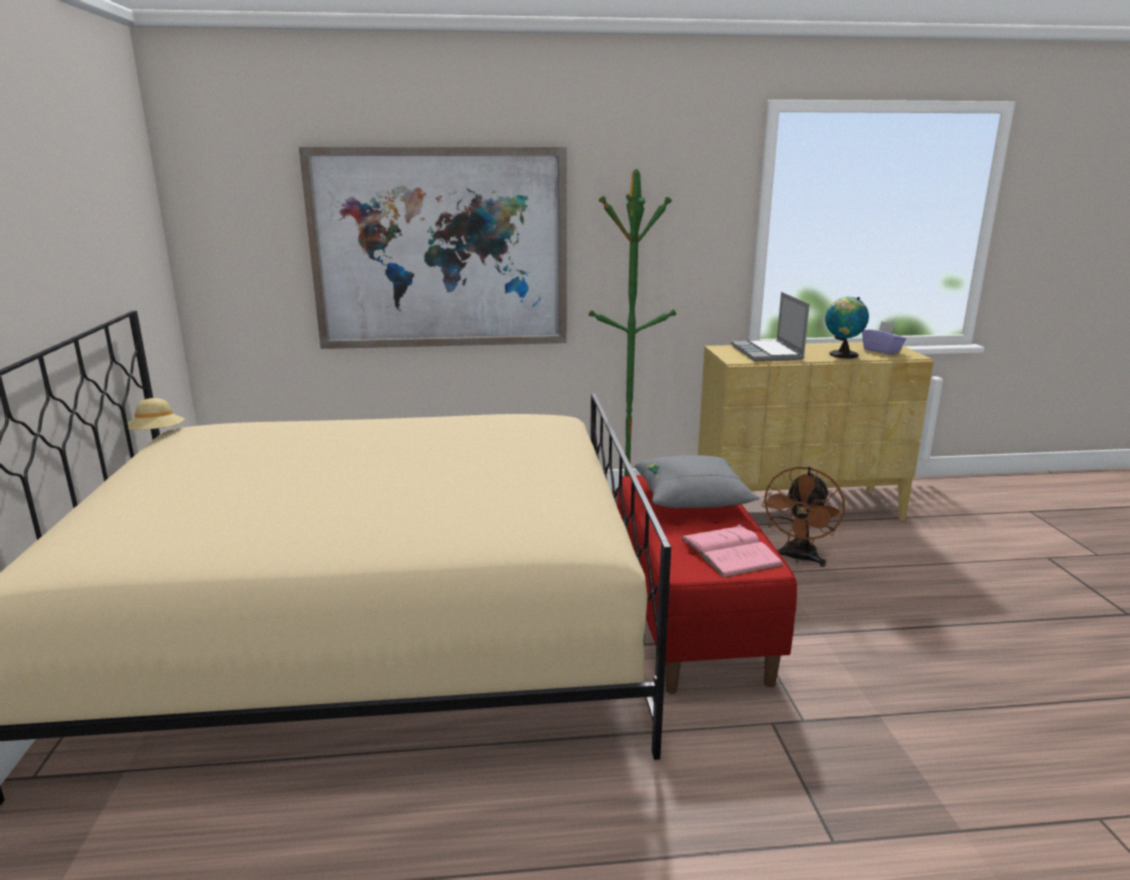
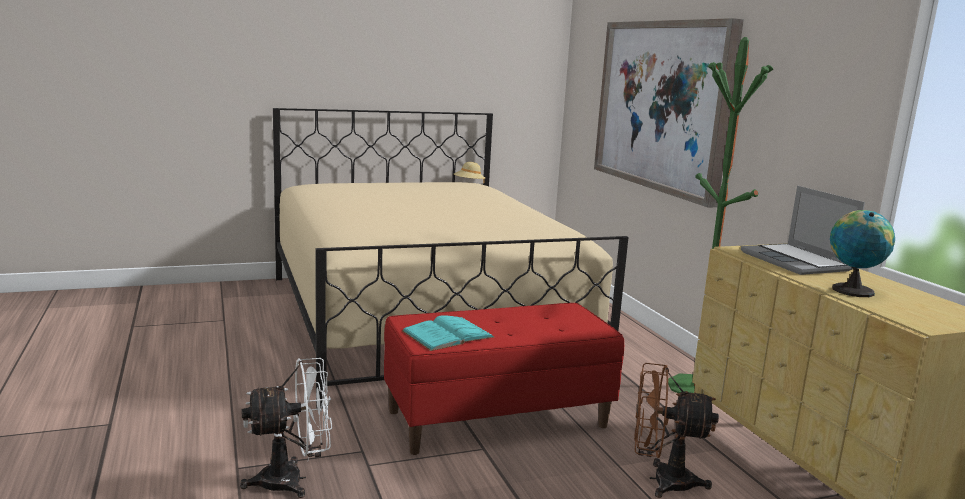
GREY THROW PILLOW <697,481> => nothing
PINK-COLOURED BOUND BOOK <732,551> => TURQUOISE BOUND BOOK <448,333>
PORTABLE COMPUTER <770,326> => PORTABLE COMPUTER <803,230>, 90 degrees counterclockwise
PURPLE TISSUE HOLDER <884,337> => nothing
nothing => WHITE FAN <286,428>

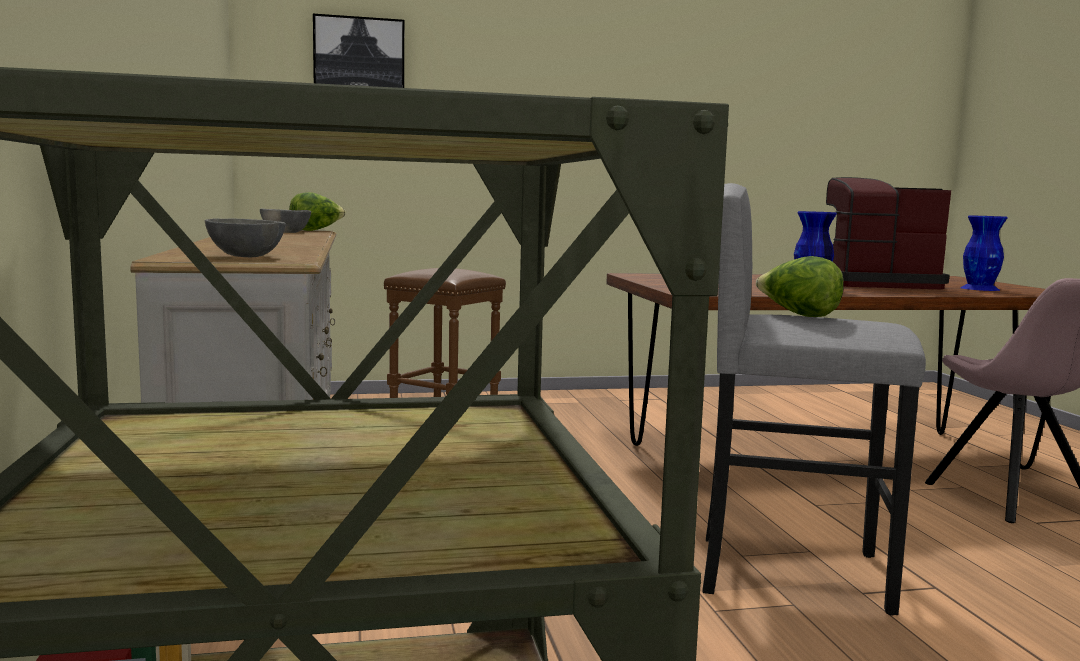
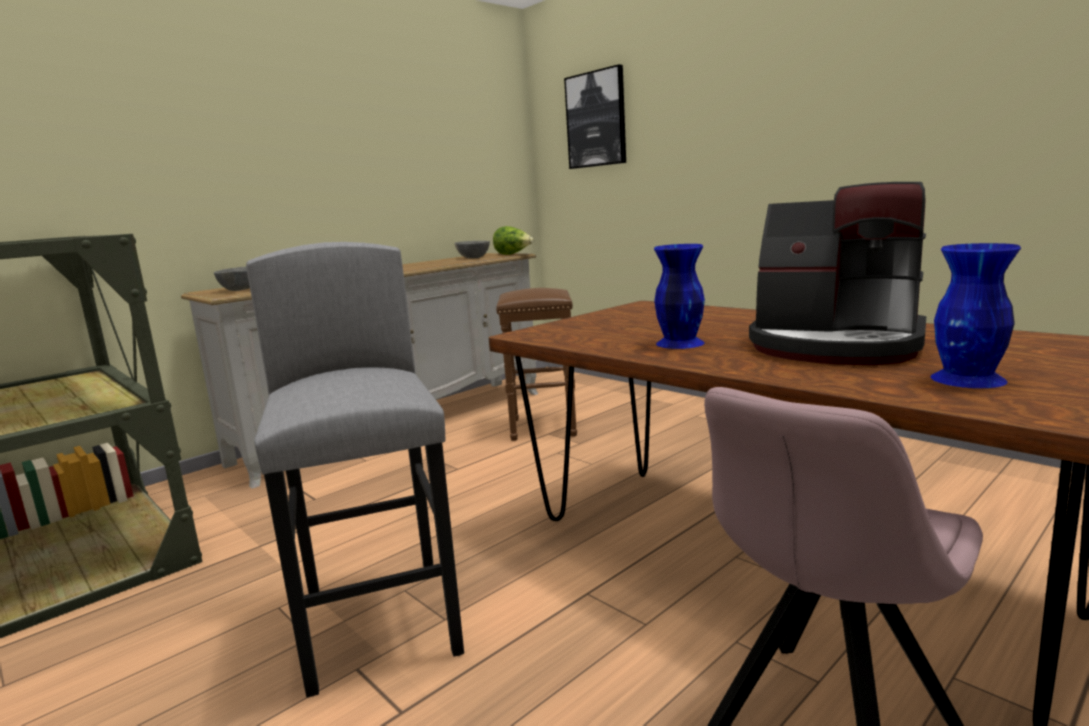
LETTUCE HEAD <800,286> => nothing
COFFEE MACHINE <888,233> => COFFEE MACHINE <837,273>, 150 degrees clockwise

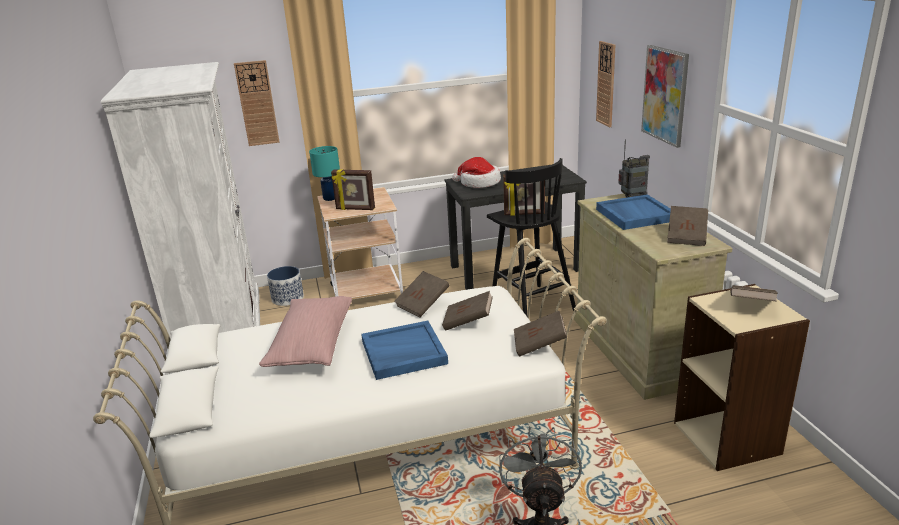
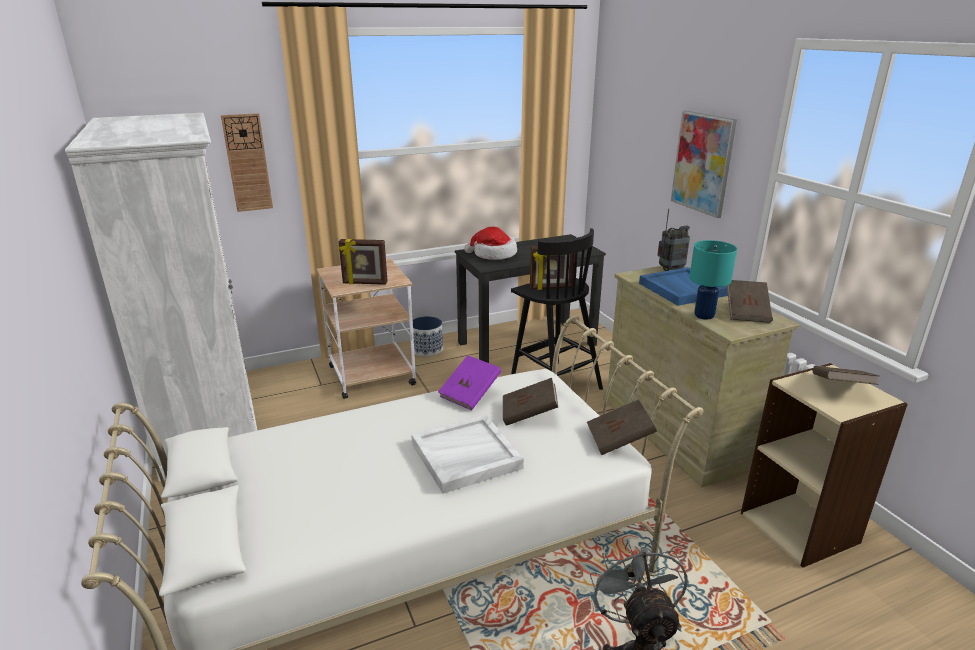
PINK-COLOURED THROW PILLOW <305,331> => nothing
PLANTER <285,286> => PLANTER <426,336>, shifted
TURQUOISE LAMP FOR A TABLE <324,173> => TURQUOISE LAMP FOR A TABLE <713,280>, shifted
BLUISH TRAY <404,350> => WHITE TRAY <467,454>
BROWN-COLOURED BOUND BOOK <421,294> => PURPLE BOUND BOOK <469,383>
WALL CLOCK <606,84> => nothing

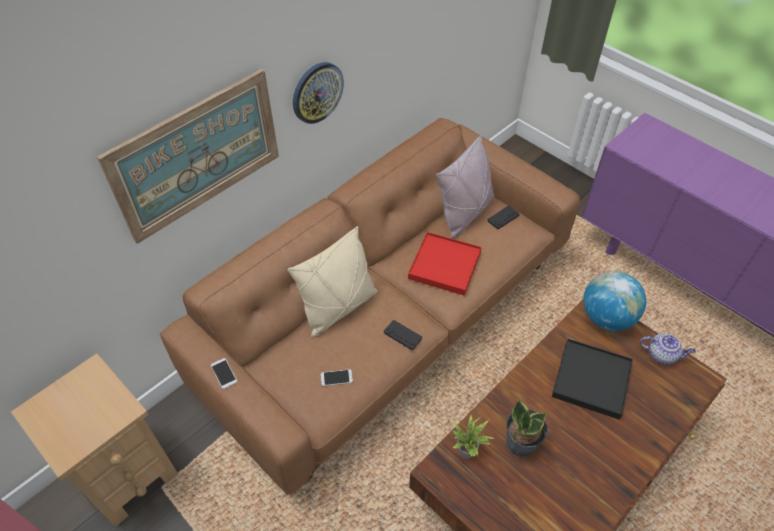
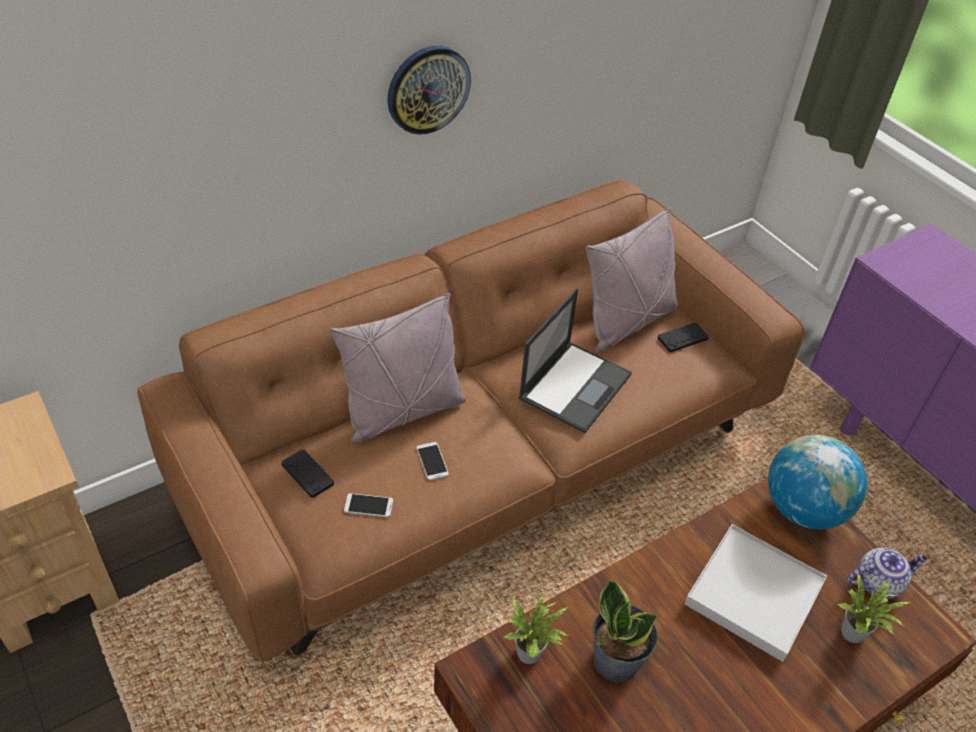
WALL PICTURE <188,156> => nothing
HANDSET <224,373> => HANDSET <432,461>, shifted
SAND-COLOURED THROW PILLOW <333,282> => PURPLE THROW PILLOW <398,368>
BLACK-COLOURED JOYPAD <403,335> => BLACK-COLOURED JOYPAD <307,473>, shifted
REDDISH TRAY <445,264> => PORTABLE COMPUTER <575,361>
BLACK-COLOURED TRAY <592,379> => WHITE TRAY <755,593>
TEAPOT <668,349> => TEAPOT <887,573>, 45 degrees counterclockwise
nothing => HOUSEPLANT <874,607>

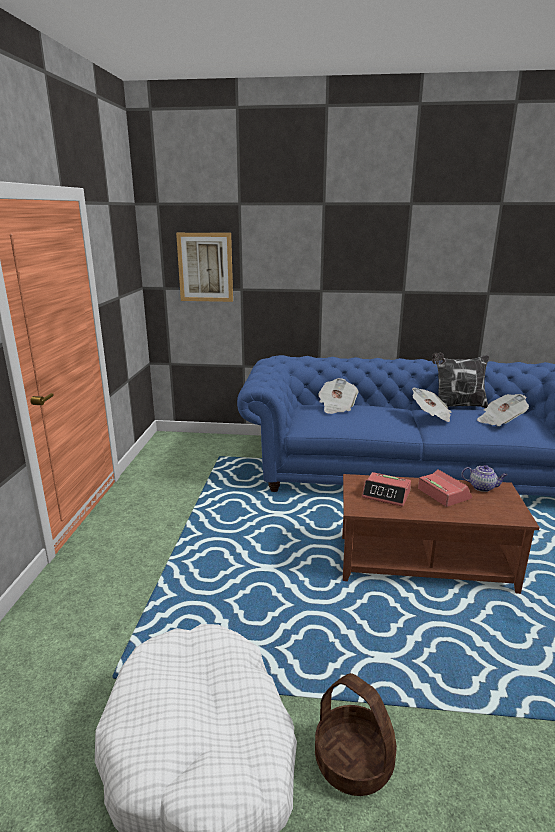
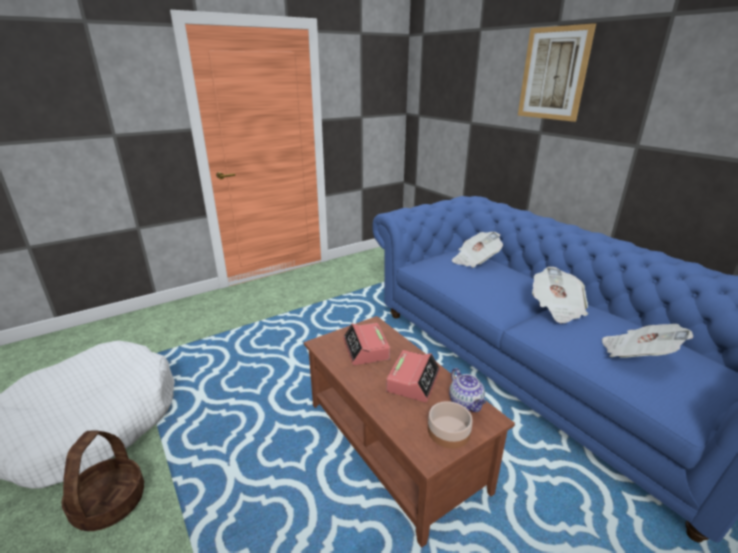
WALL PICTURE <204,267> => WALL PICTURE <557,72>, shifted
THROW PILLOW <460,380> => nothing
nothing => DEEP DISH <450,424>

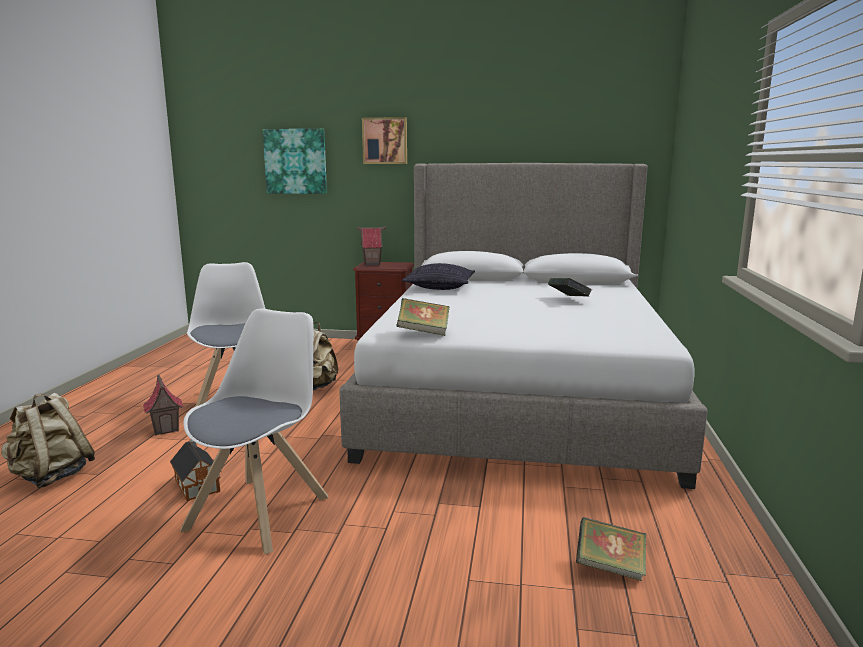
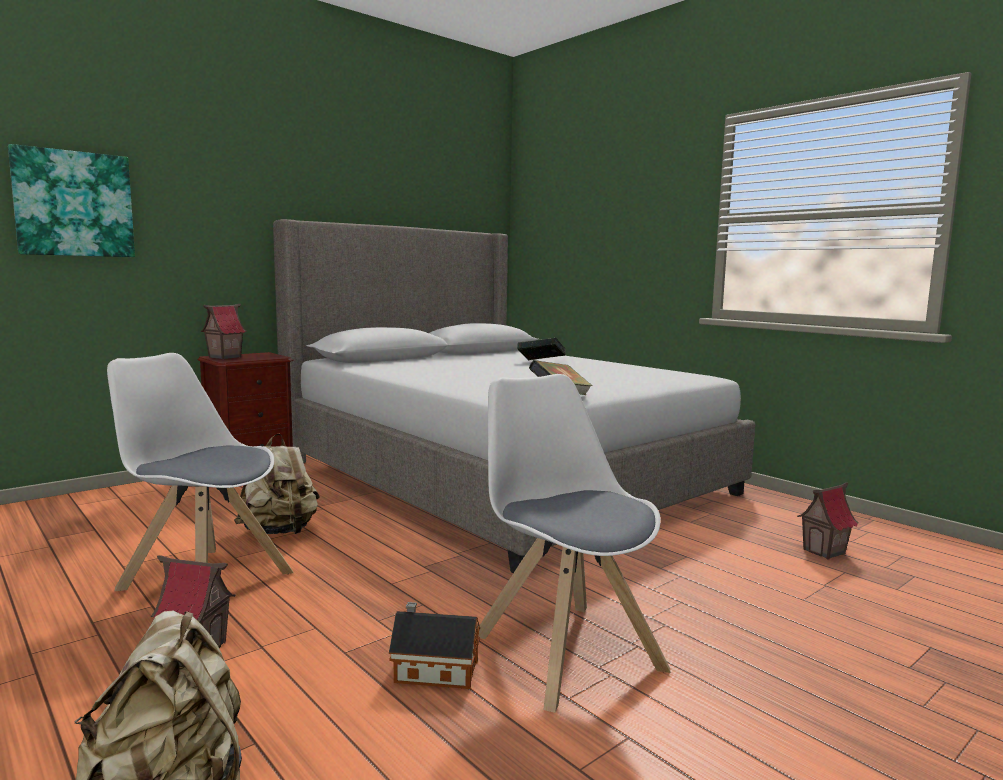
WALL PICTURE <384,140> => nothing
THROW PILLOW <438,276> => nothing
BOUND BOOK <611,549> => TOY HOUSE <827,520>

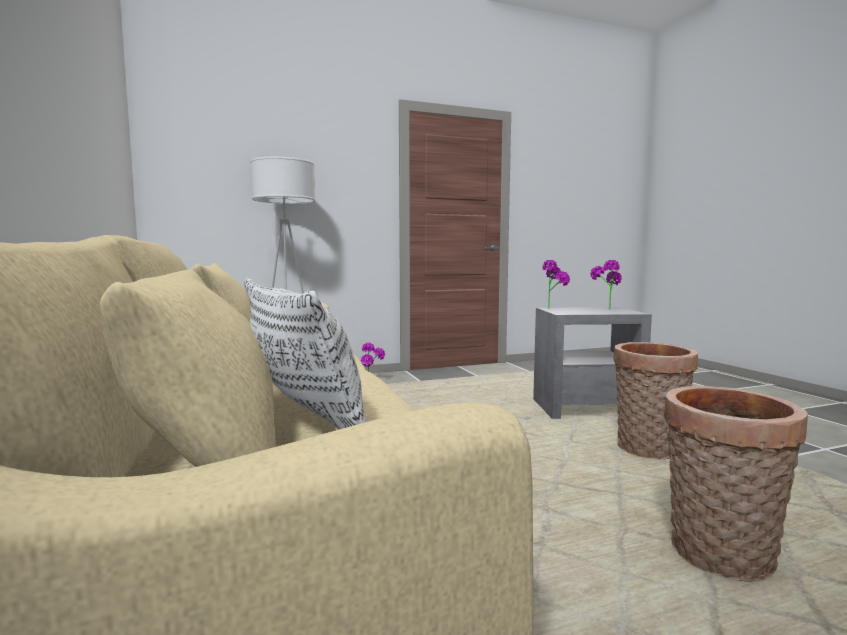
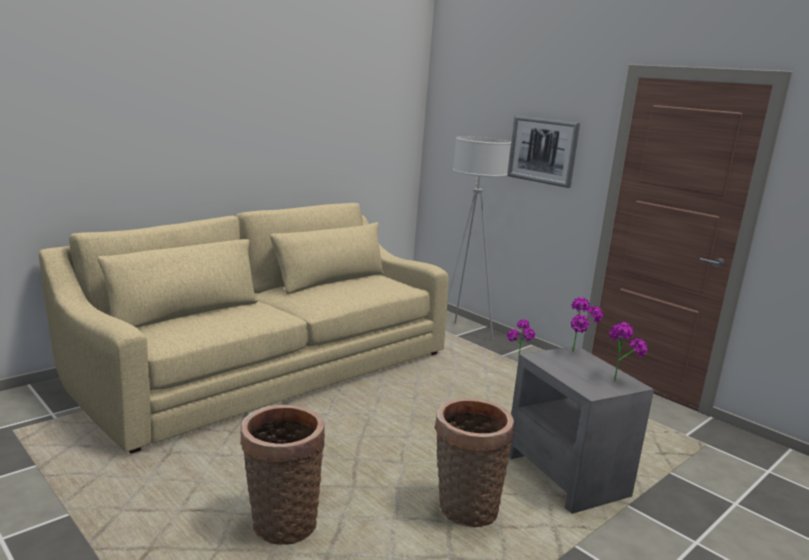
WHITE THROW PILLOW <305,353> => nothing
nothing => WALL PICTURE <543,152>

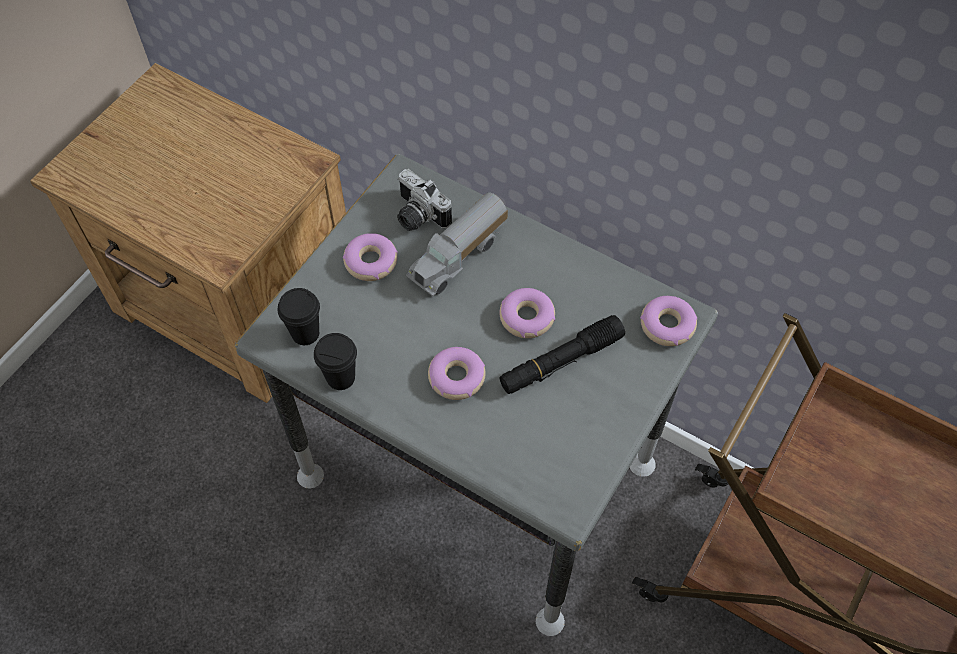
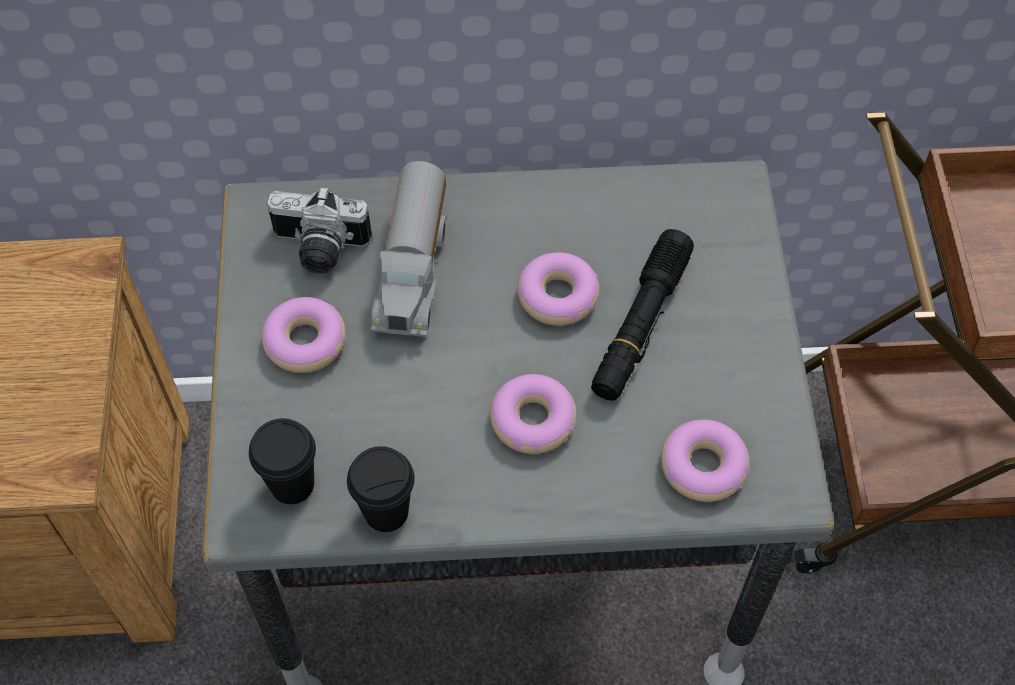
RING DOUGHNUT <668,321> => RING DOUGHNUT <705,460>, shifted

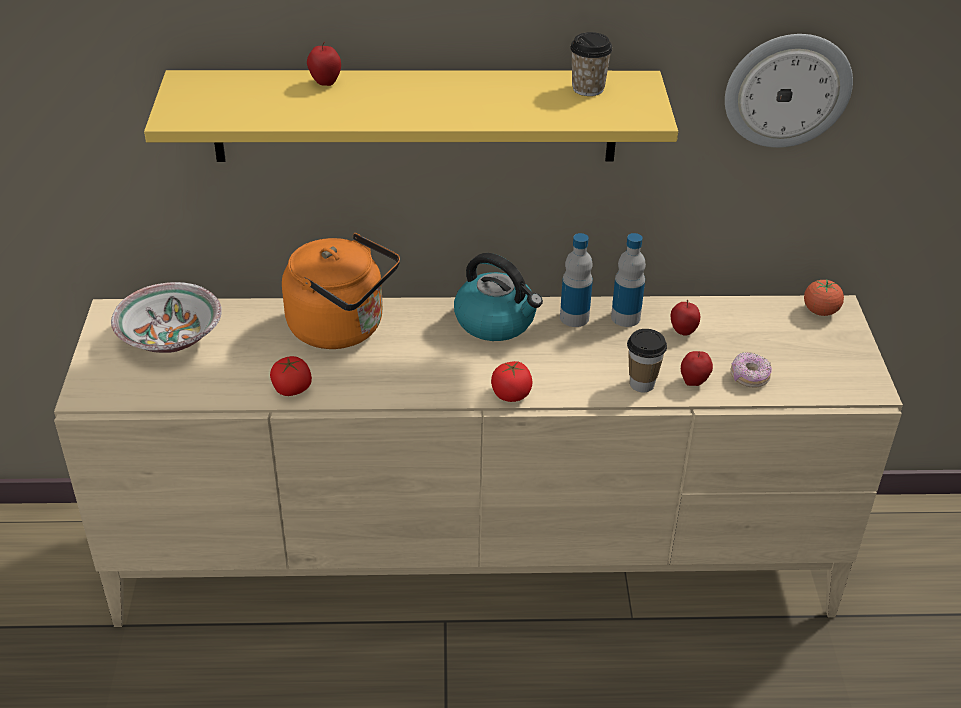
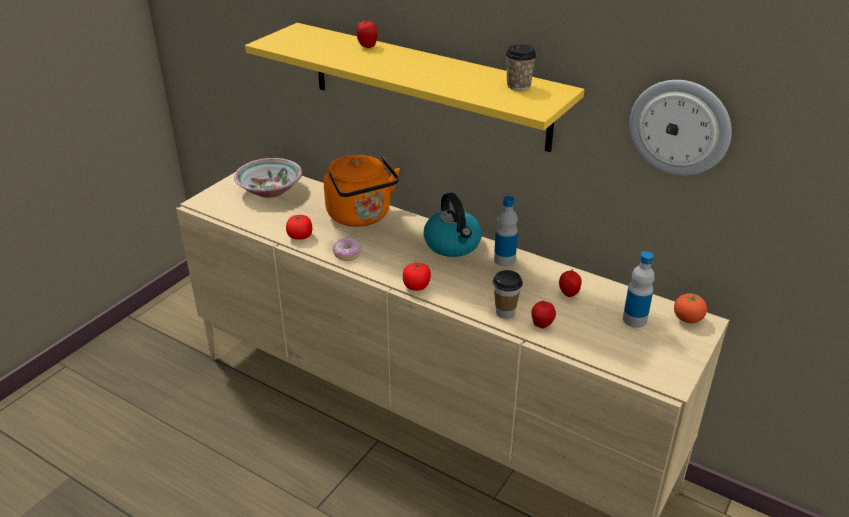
BEVERAGE BOTTLE <628,280> => BEVERAGE BOTTLE <639,290>, shifted
RING DOUGHNUT <751,370> => RING DOUGHNUT <347,249>, shifted

